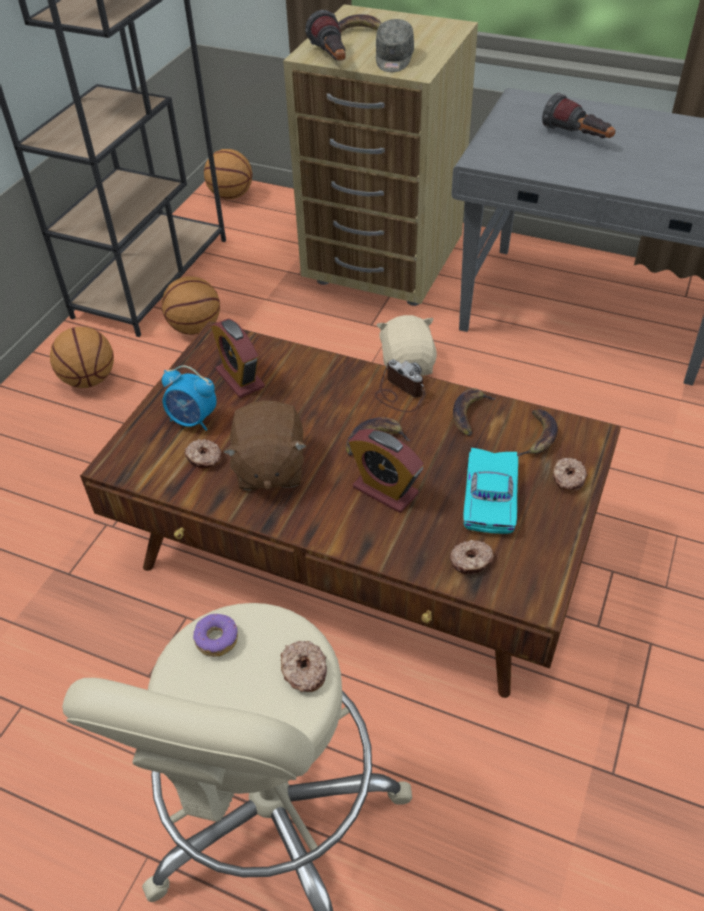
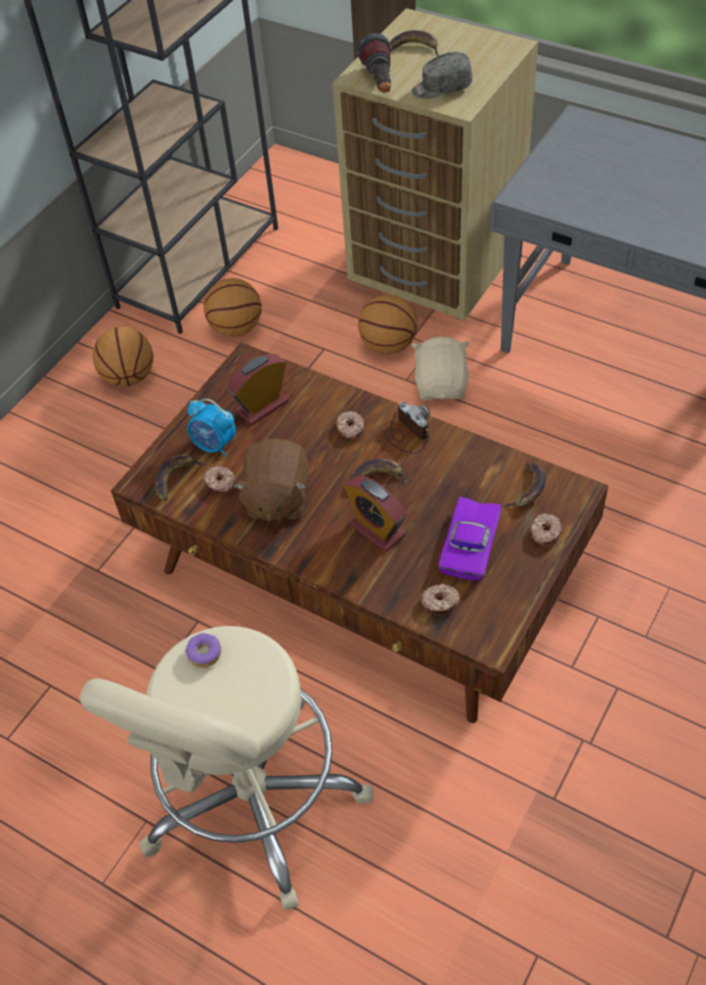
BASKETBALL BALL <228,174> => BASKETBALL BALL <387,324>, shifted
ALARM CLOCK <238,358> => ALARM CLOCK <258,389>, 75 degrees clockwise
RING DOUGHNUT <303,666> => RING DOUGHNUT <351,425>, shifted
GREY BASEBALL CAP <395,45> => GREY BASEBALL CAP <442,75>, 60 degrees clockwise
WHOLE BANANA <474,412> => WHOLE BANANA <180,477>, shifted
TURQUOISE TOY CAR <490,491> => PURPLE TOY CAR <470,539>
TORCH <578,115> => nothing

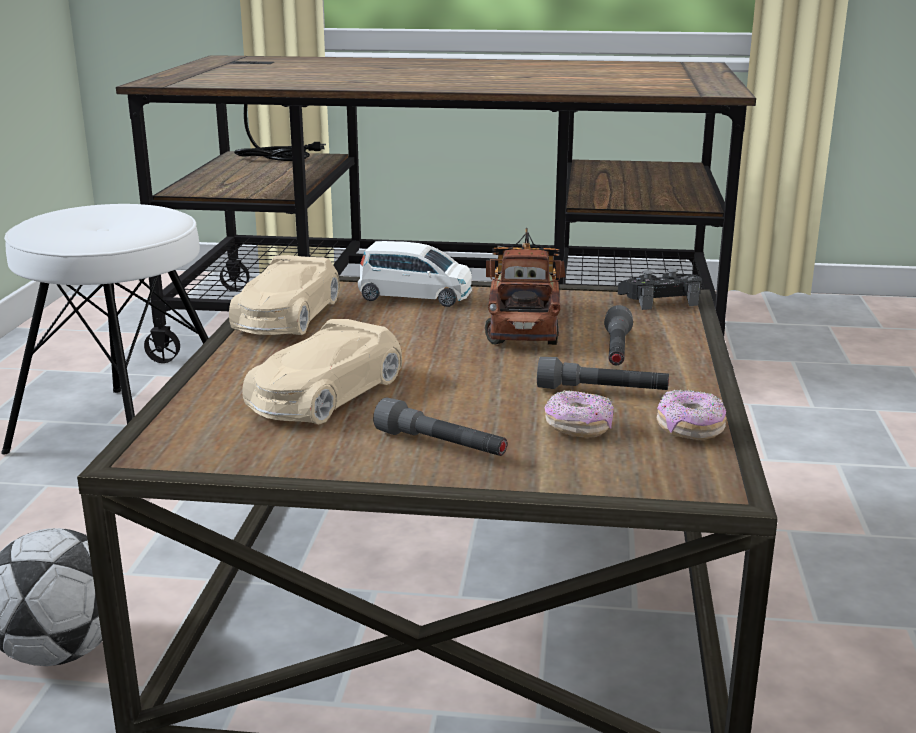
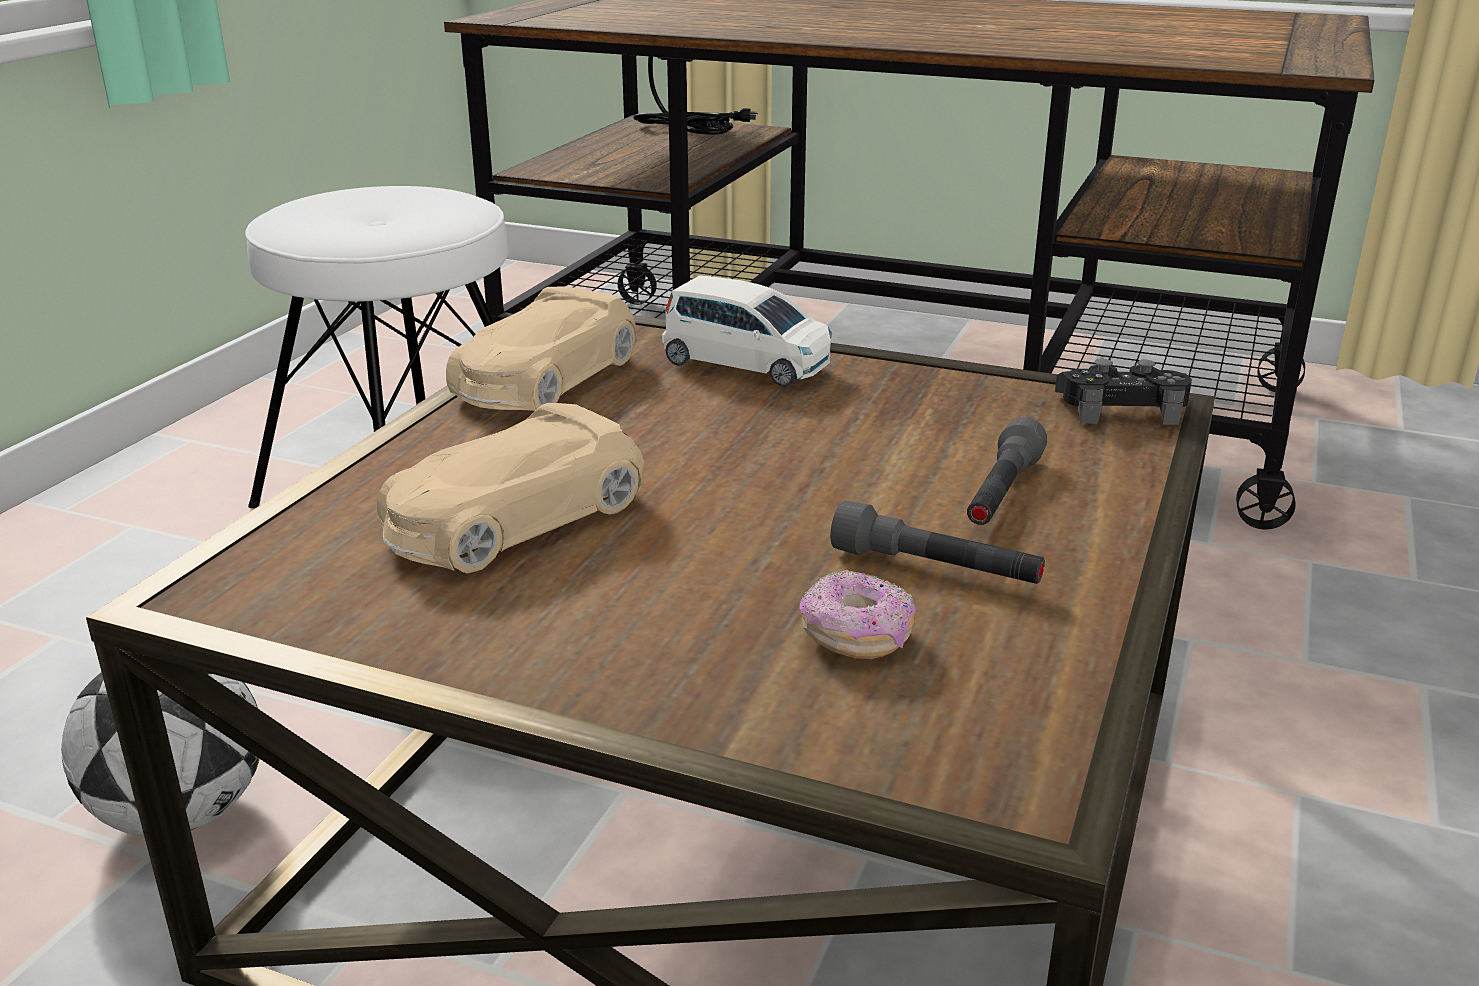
GREY TORCH <440,426> => nothing
TOY LORRY <525,286> => nothing
RING DOUGHNUT <691,415> => nothing

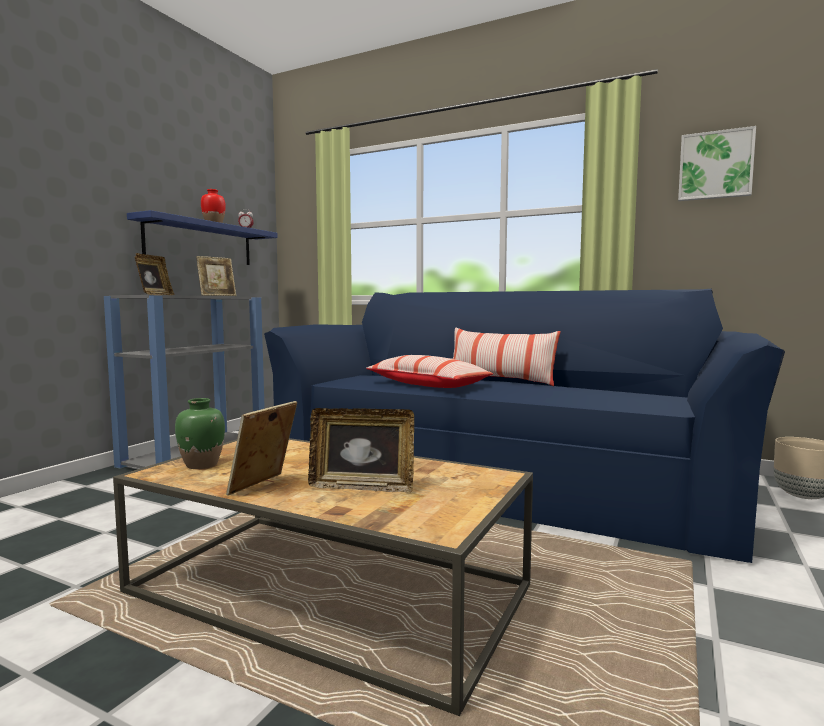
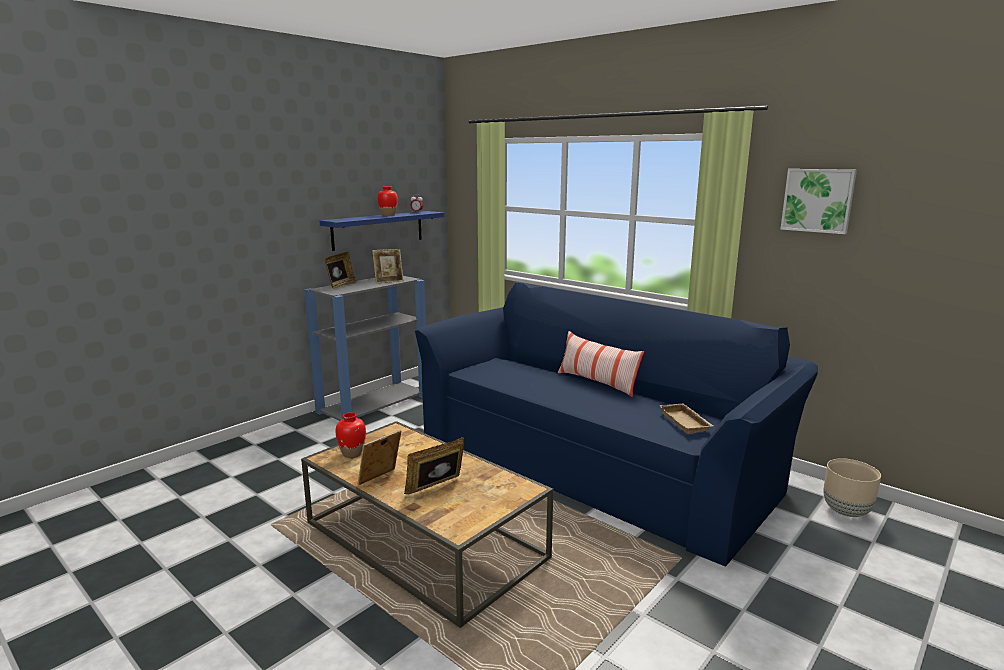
GREEN-COLOURED DECORATIVE VASE <200,433> => REDDISH DECORATIVE VASE <351,435>
PHOTO FRAME <361,450> => PHOTO FRAME <434,466>, 120 degrees clockwise
THROW PILLOW <429,371> => nothing
nothing => SAND-COLOURED TRAY <686,418>

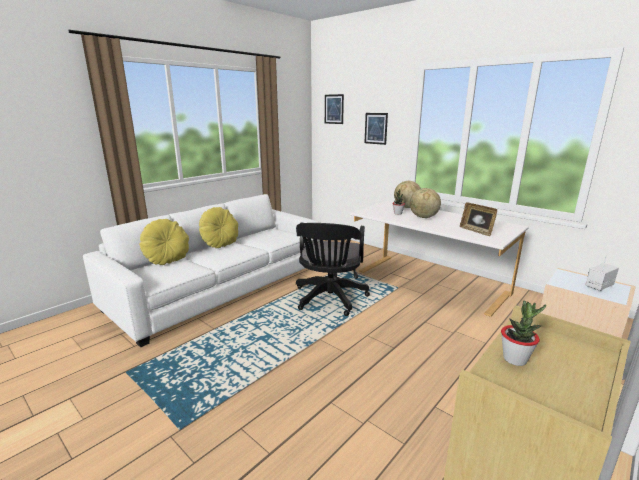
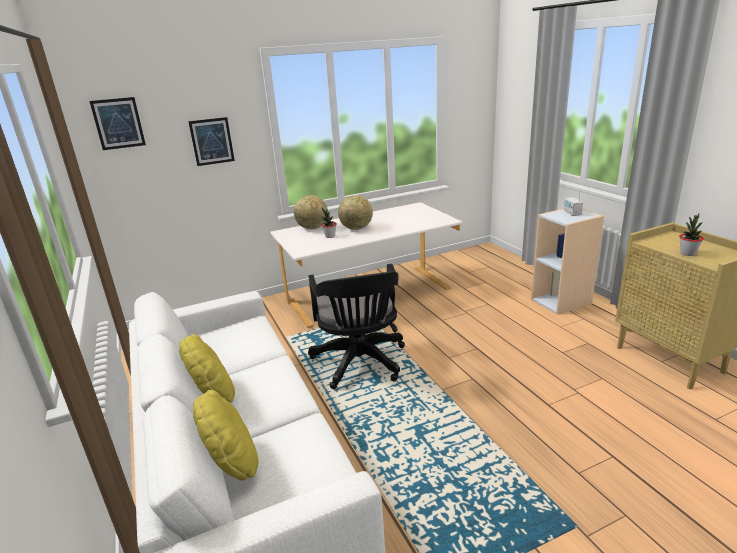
BLACK-COLOURED OFFICE CHAIR <333,269> => BLACK-COLOURED OFFICE CHAIR <356,326>, 45 degrees clockwise
PHOTO FRAME <478,219> => nothing

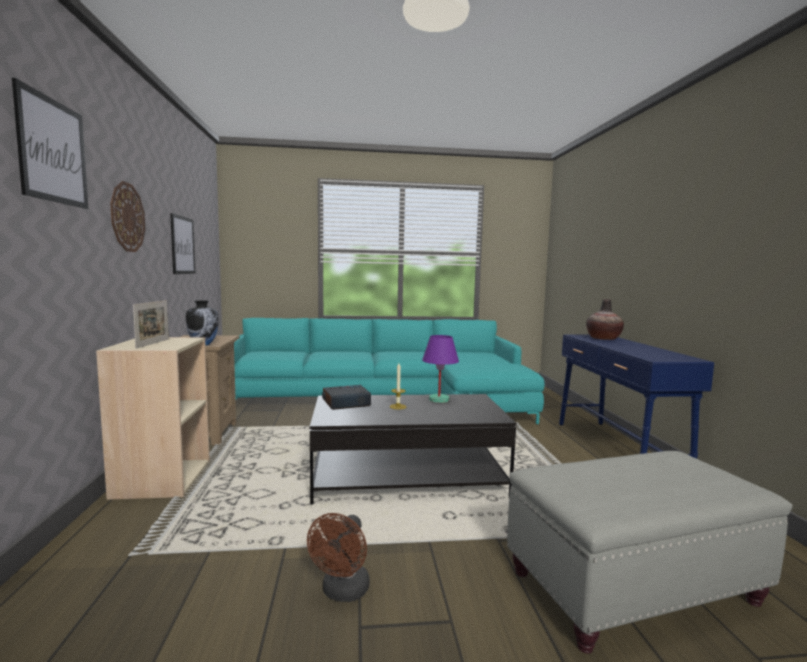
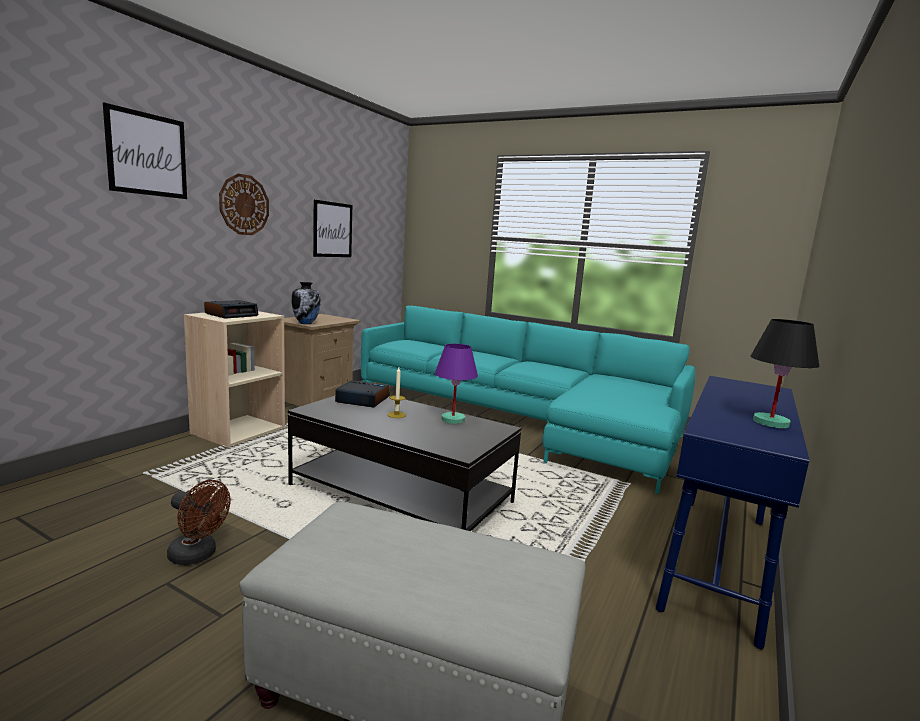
PHOTO FRAME <151,324> => ALARM CLOCK <231,309>
BROWN-COLOURED FAN <338,557> => BROWN-COLOURED FAN <199,522>, 120 degrees counterclockwise
DECORATIVE VASE <605,319> => nothing
nothing => BLACK-COLOURED LAMP FOR A TABLE <784,373>

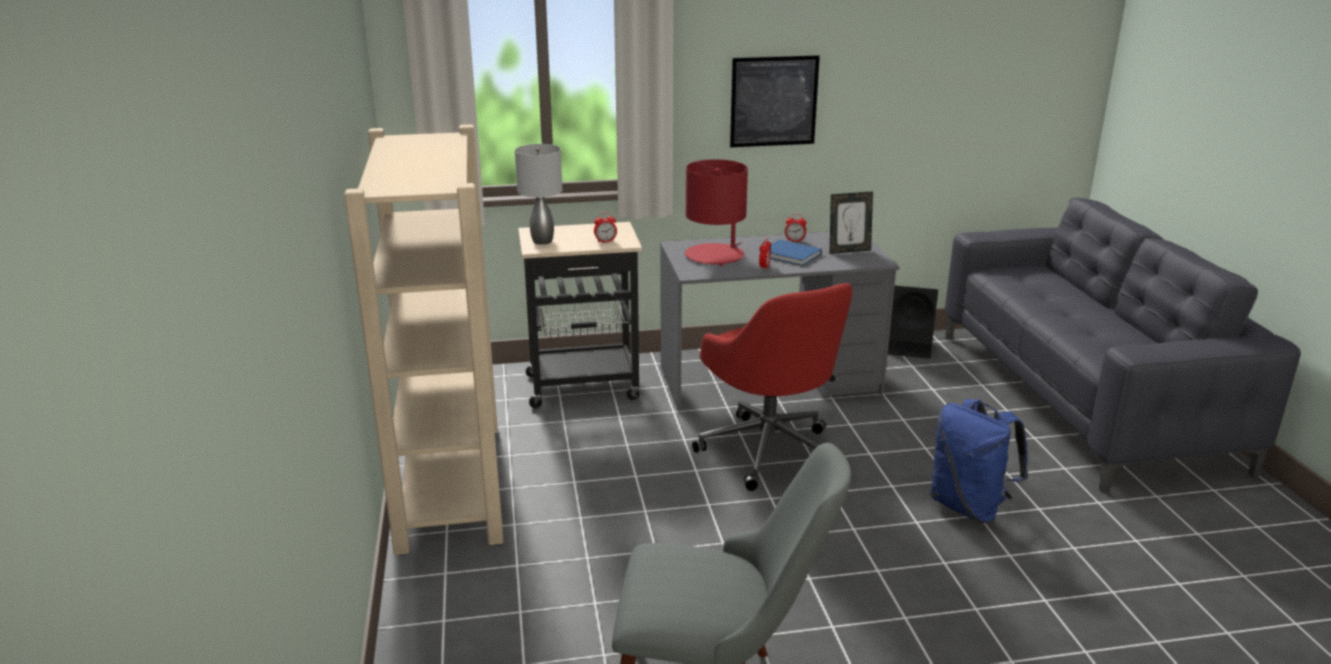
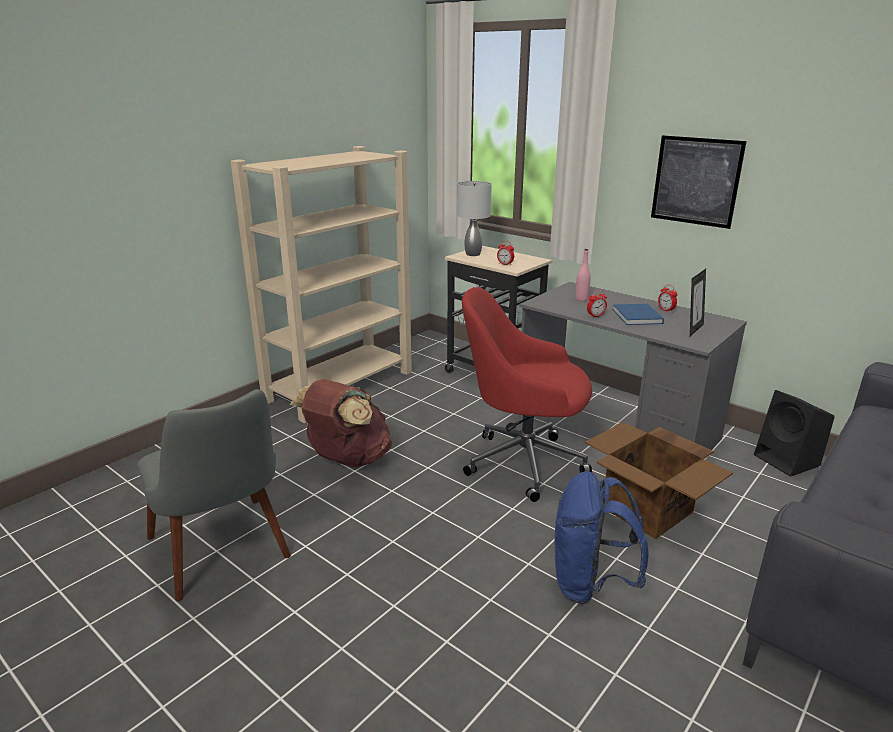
REDDISH LAMP FOR A TABLE <716,212> => PINK-COLOURED BEVERAGE BOTTLE <583,275>
REDDISH OFFICE CHAIR <772,387> => REDDISH OFFICE CHAIR <527,394>, 75 degrees clockwise
PHOTO FRAME <851,222> => PHOTO FRAME <698,302>, 90 degrees counterclockwise
nothing => BROWN-COLOURED KNAPSACK <341,423>
nothing => PACKING BOX <659,480>

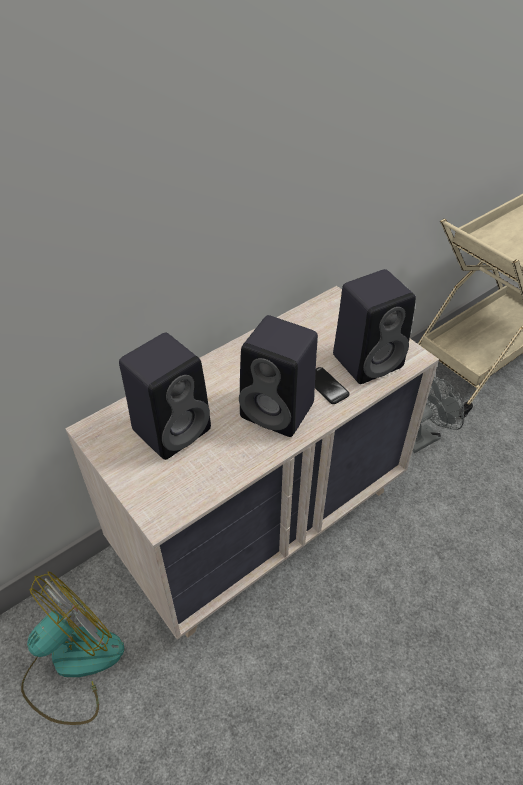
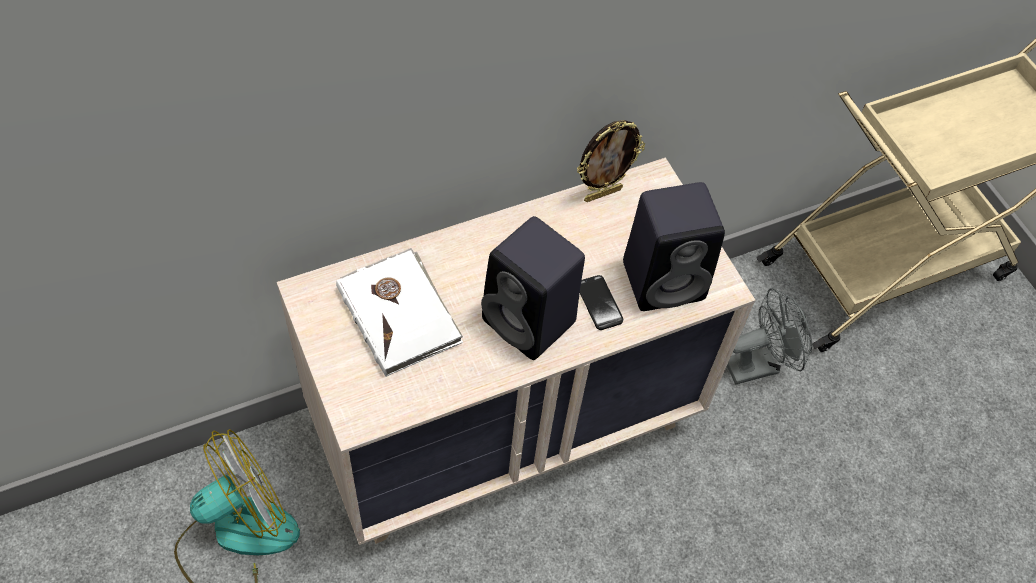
BLACK-COLOURED AUDIO SPEAKER <165,396> => WHITE BOUND BOOK <399,312>
nothing => PHOTO FRAME <611,161>

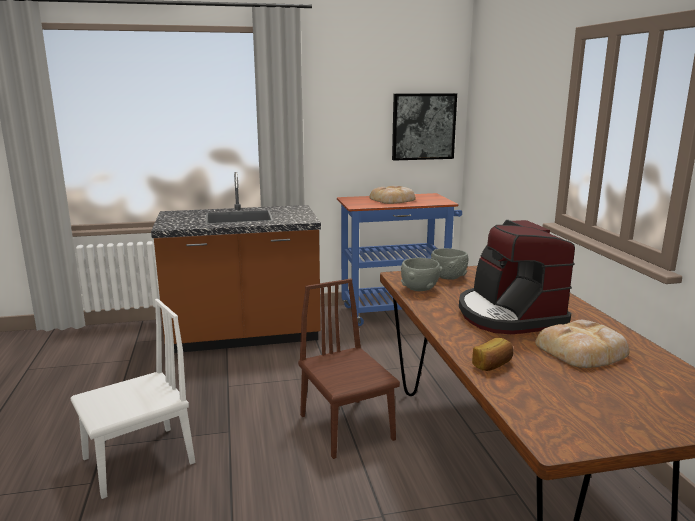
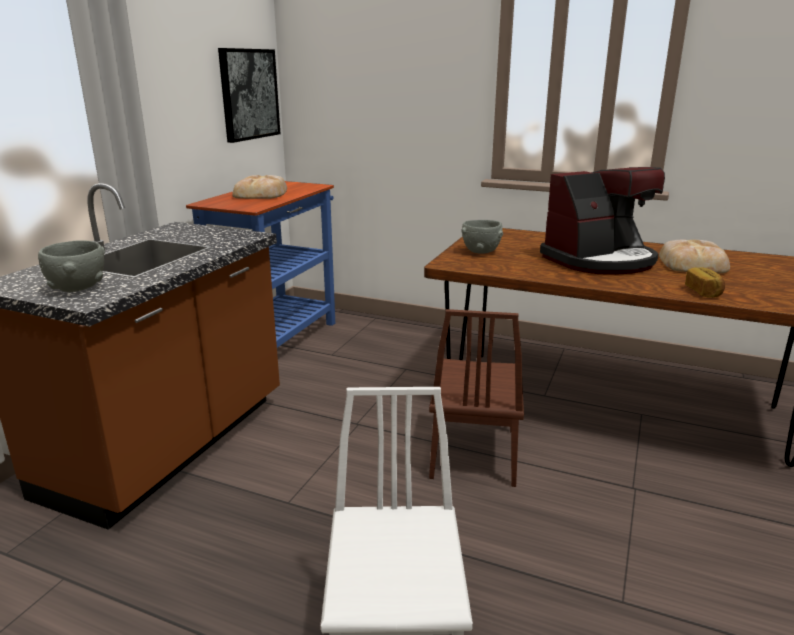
BROWN-COLOURED PLAIN CHAIR <349,369> => BROWN-COLOURED PLAIN CHAIR <476,398>, 90 degrees counterclockwise
GREY DEEP DISH <421,274> => GREY DEEP DISH <71,266>, shifted
COFFEE MACHINE <517,277> => COFFEE MACHINE <602,221>, 45 degrees counterclockwise

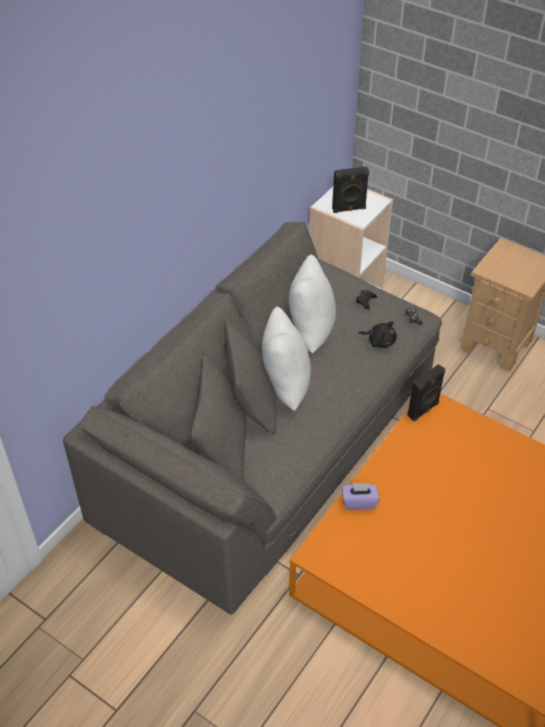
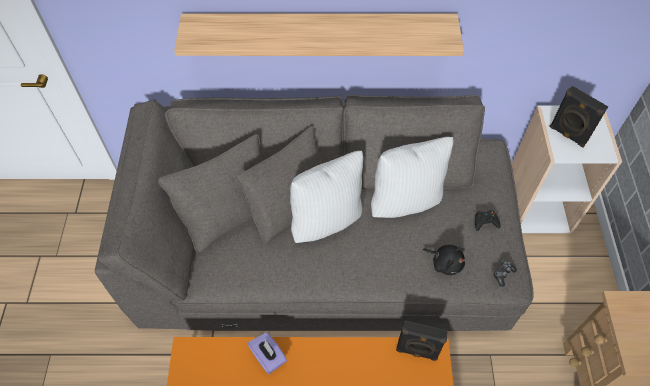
BLACK-COLOURED PLUSH TOY <377,334> => BLACK-COLOURED PLUSH TOY <444,260>, 45 degrees counterclockwise
nothing => WALL SHELF <319,34>

